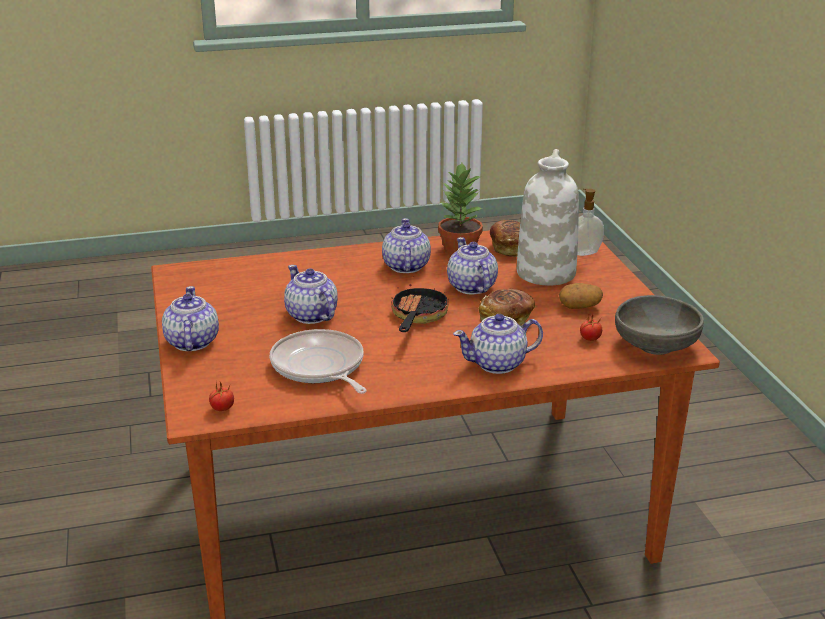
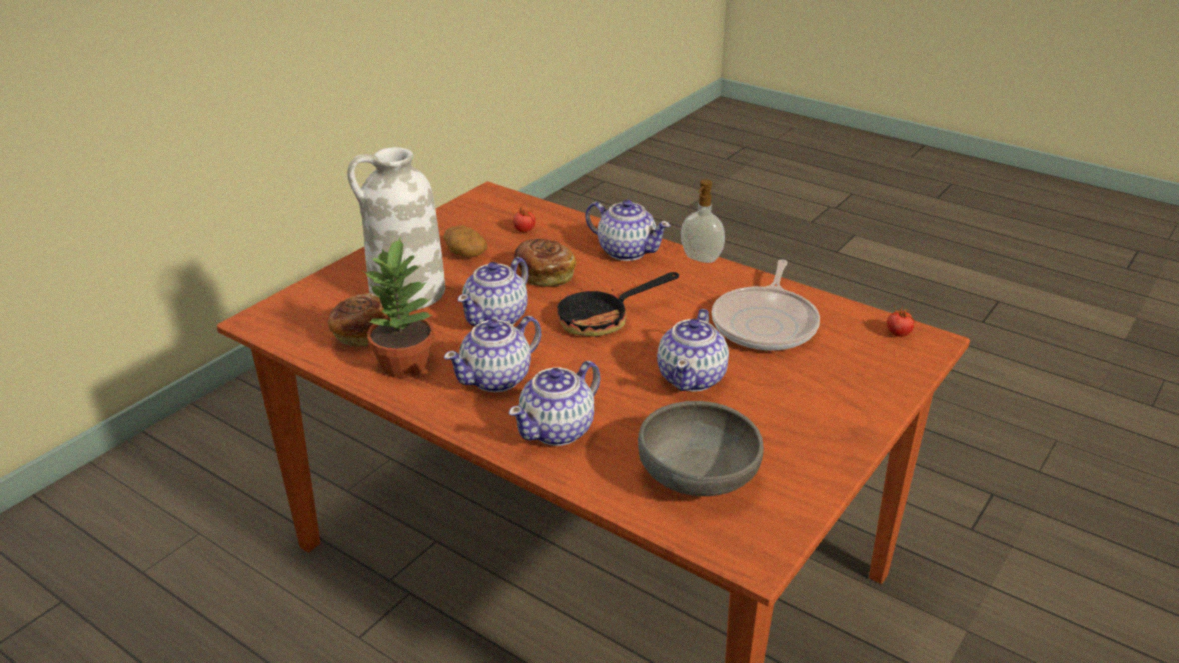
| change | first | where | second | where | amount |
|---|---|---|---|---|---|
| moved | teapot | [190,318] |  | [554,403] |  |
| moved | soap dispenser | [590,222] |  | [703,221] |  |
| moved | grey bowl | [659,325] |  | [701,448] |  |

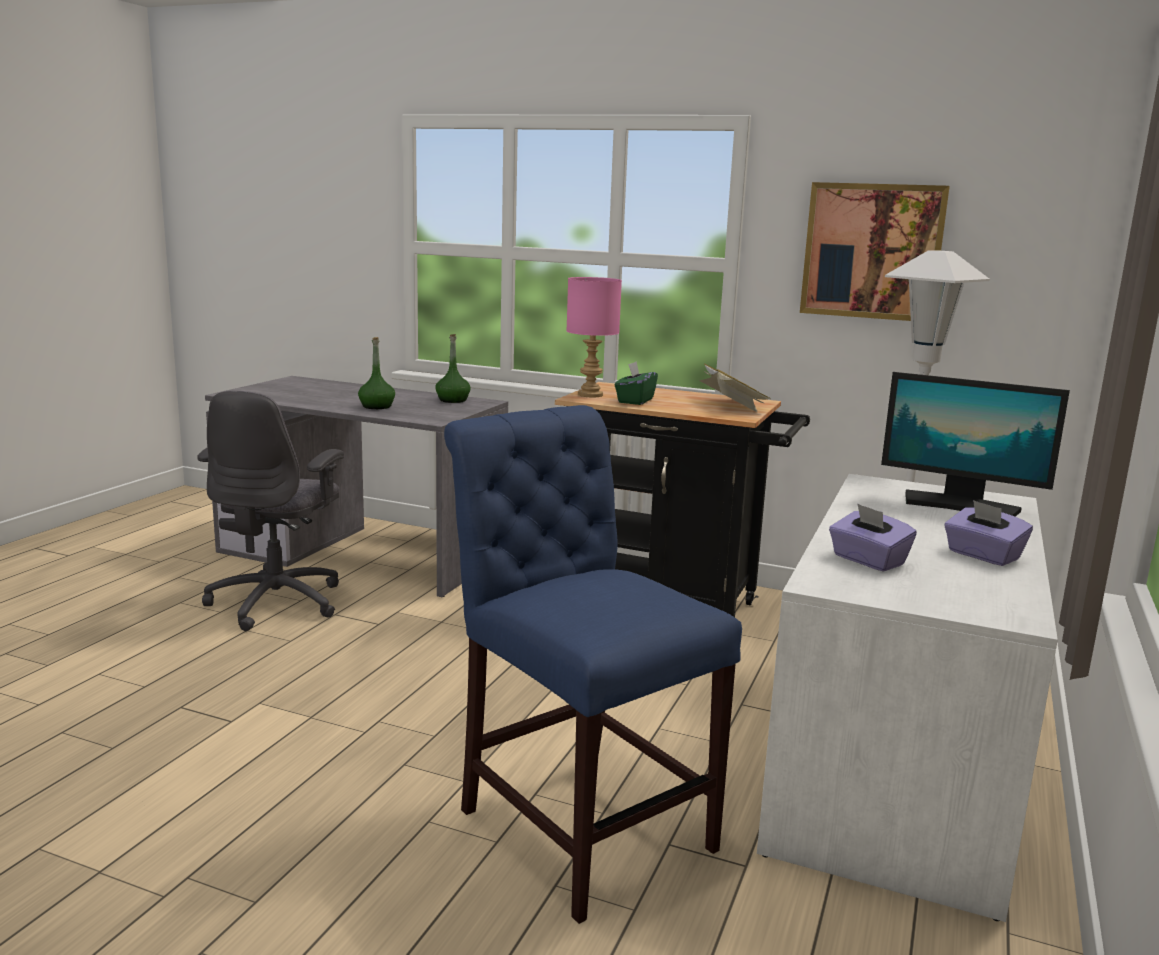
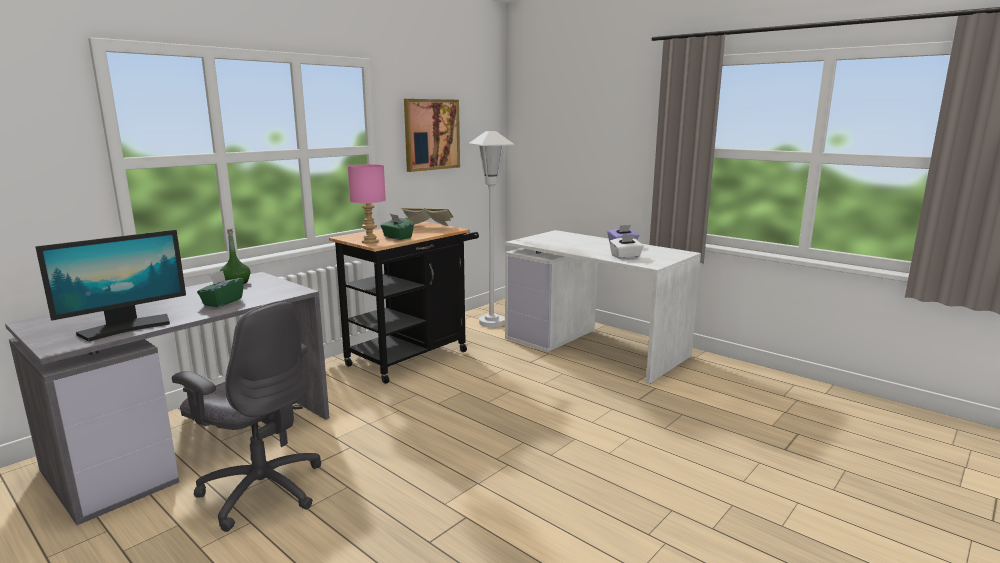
| change | first | where | second | where | amount |
|---|---|---|---|---|---|
| removed | blue chair | [593,664] |  |  |  |
| moved | monitor | [975,444] |  | [110,286] |  |
| replaced | green bottle | [376,373] | green tissue box | [220,289] |  |
| recoloured | purple tissue box | [873,537] | white tissue box | [626,246] |  |

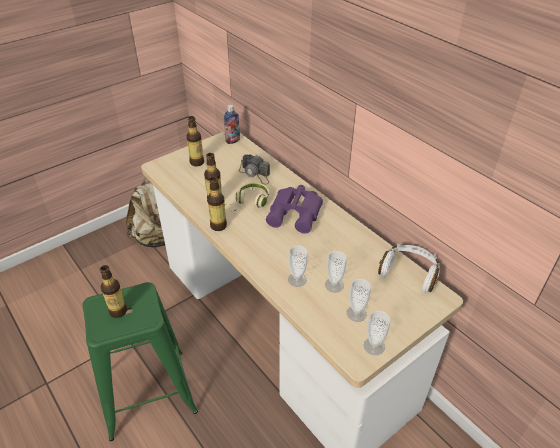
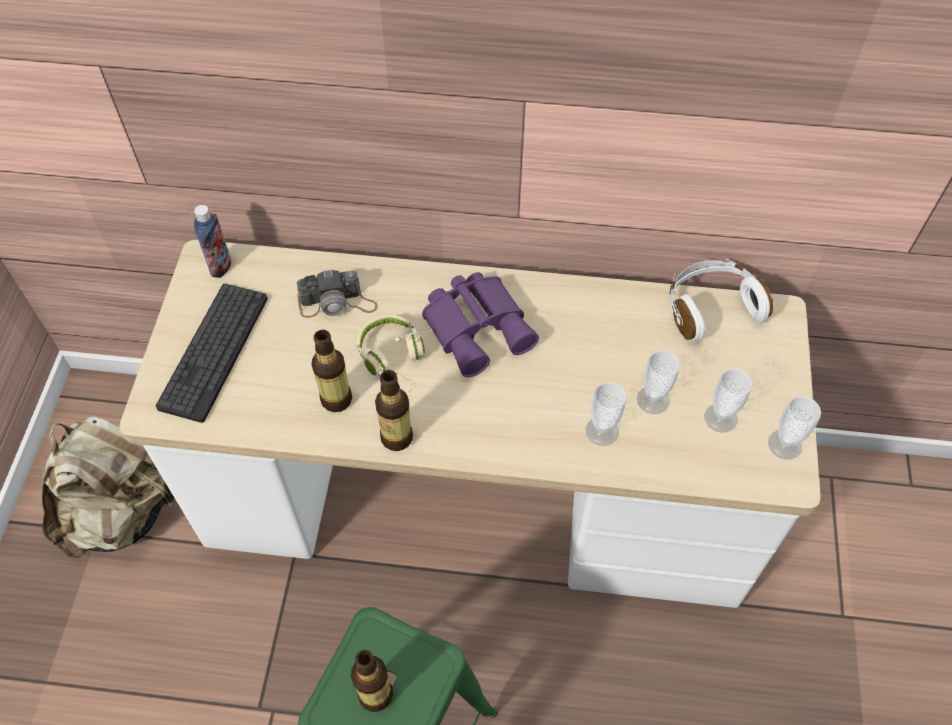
| change | first | where | second | where | amount |
|---|---|---|---|---|---|
| replaced | bottle | [195,141] | keyboard | [212,353] |  |

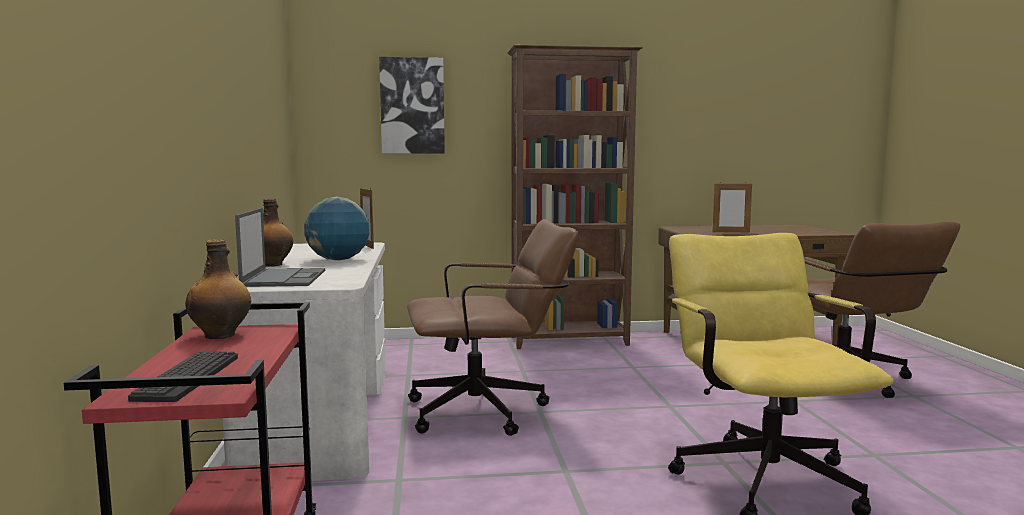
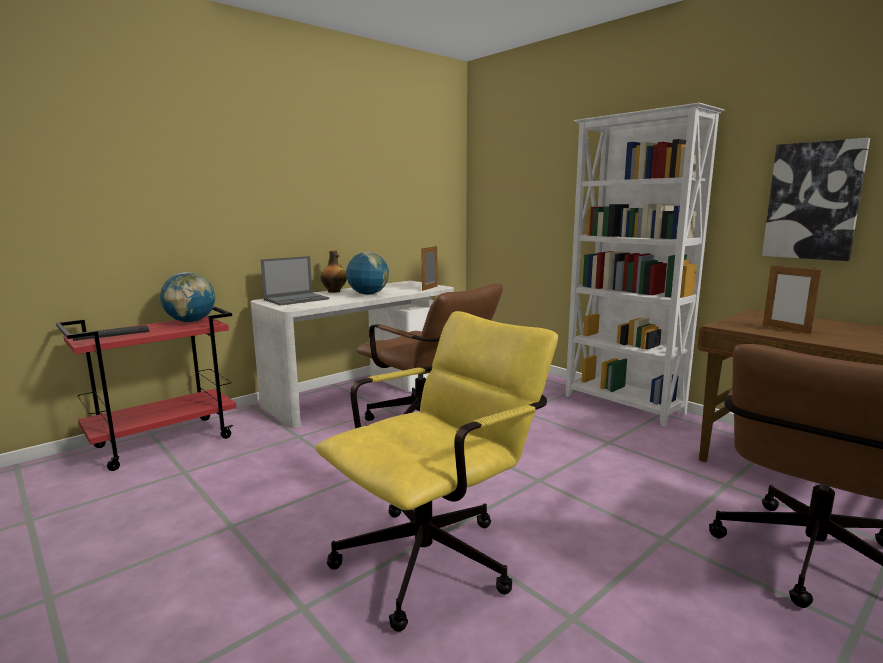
| change | first | where | second | where | amount |
|---|---|---|---|---|---|
| moved | picture | [412,105] |  | [816,199] |  |
| replaced | bottle | [218,289] | globe | [187,297] |  |
| recoloured | brown bookcase | [575,197] | white bookcase | [644,265] |  |

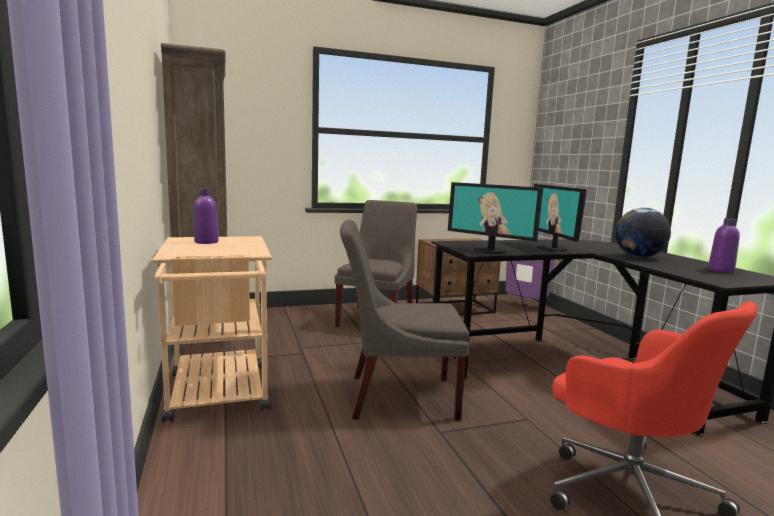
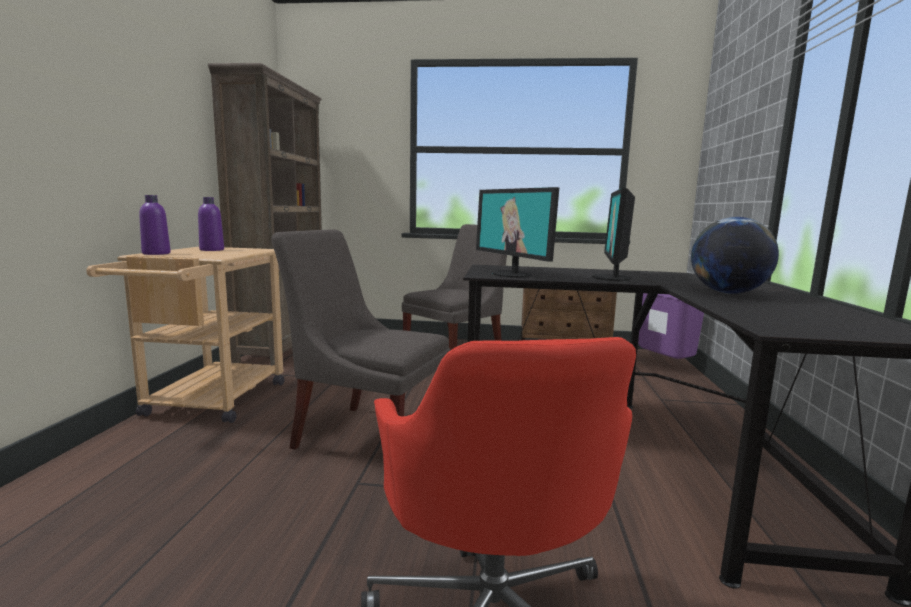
| change | first | where | second | where | amount |
|---|---|---|---|---|---|
| moved | purple bottle | [724,245] |  | [155,225] |  |

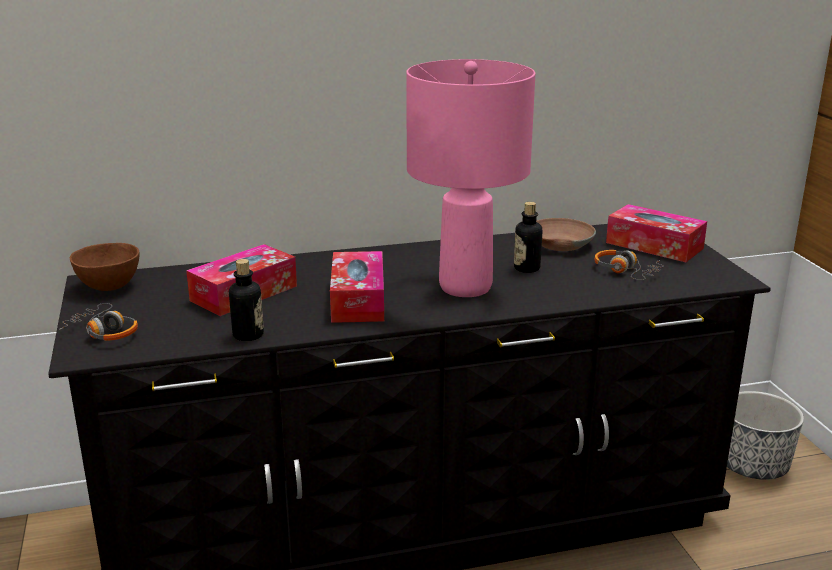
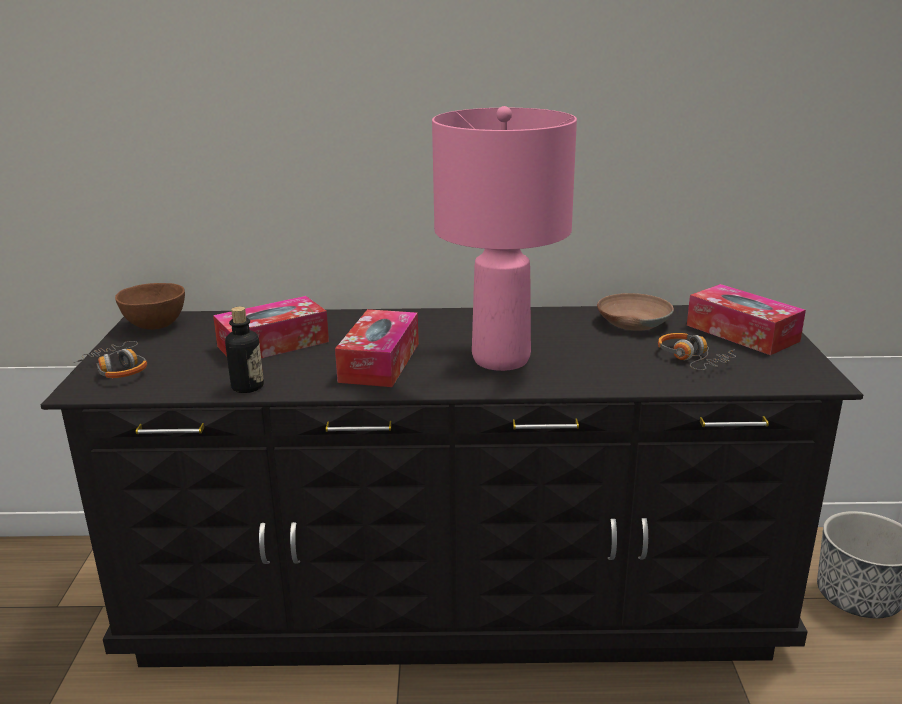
| change | first | where | second | where | amount |
|---|---|---|---|---|---|
| removed | bottle | [528,237] |  |  |  |

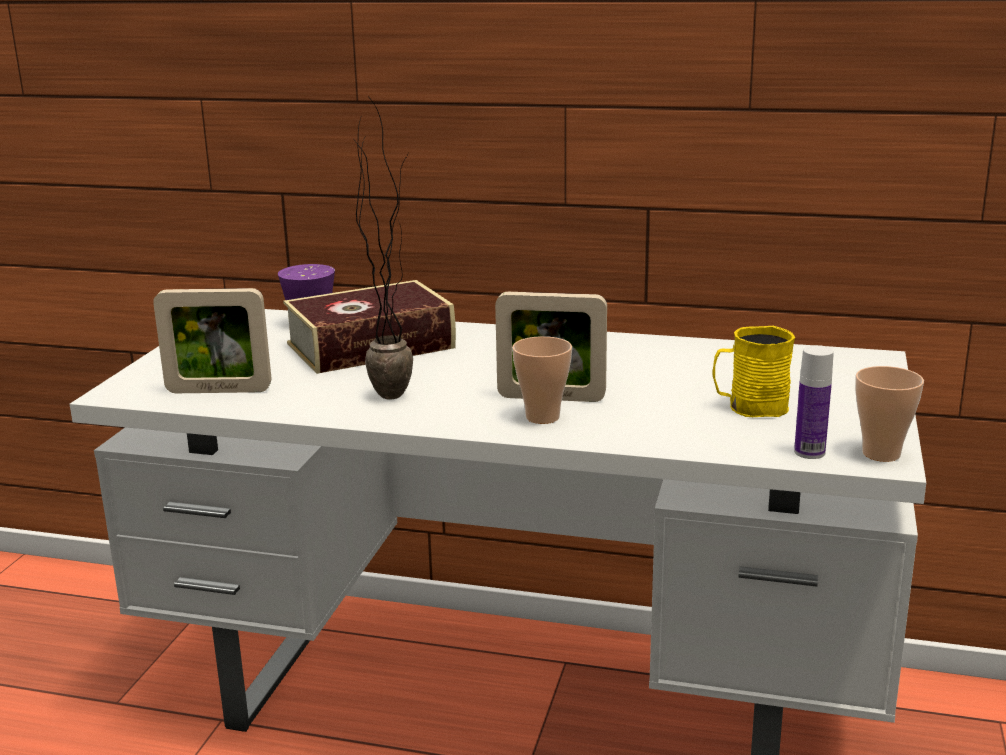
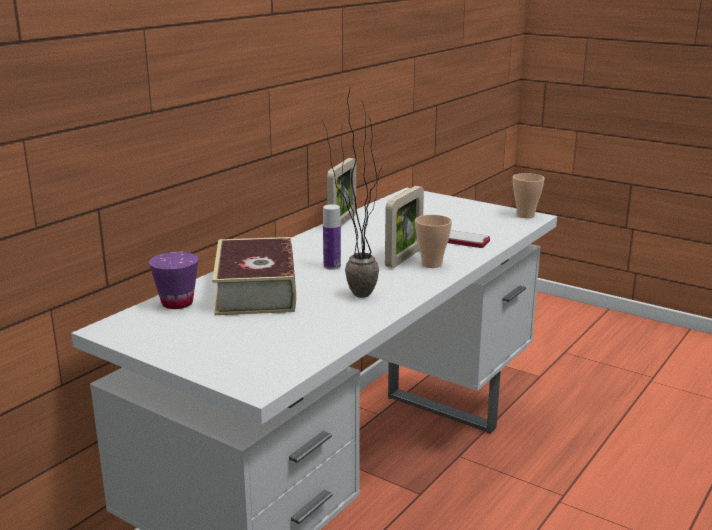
| change | first | where | second | where | amount |
|---|---|---|---|---|---|
| removed | yellow mug | [753,371] |  |  |  |
| added |  |  | phone | [469,239] |  |
| moved | picture frame | [212,340] |  | [341,192] |  |
| moved | bottle | [814,402] |  | [332,237] |  |

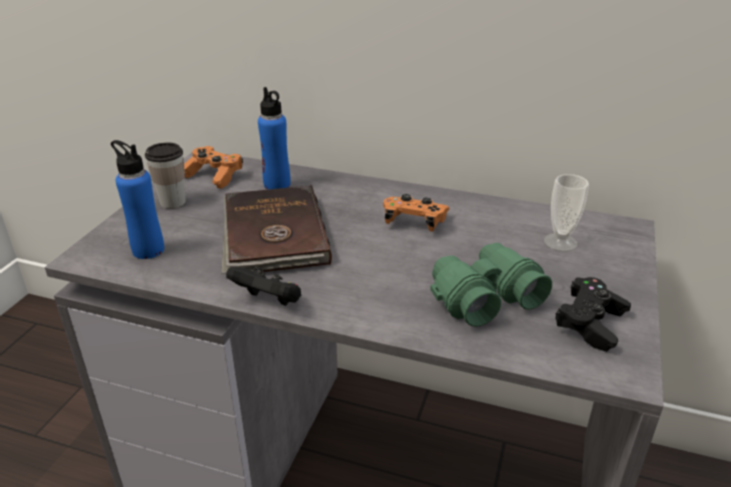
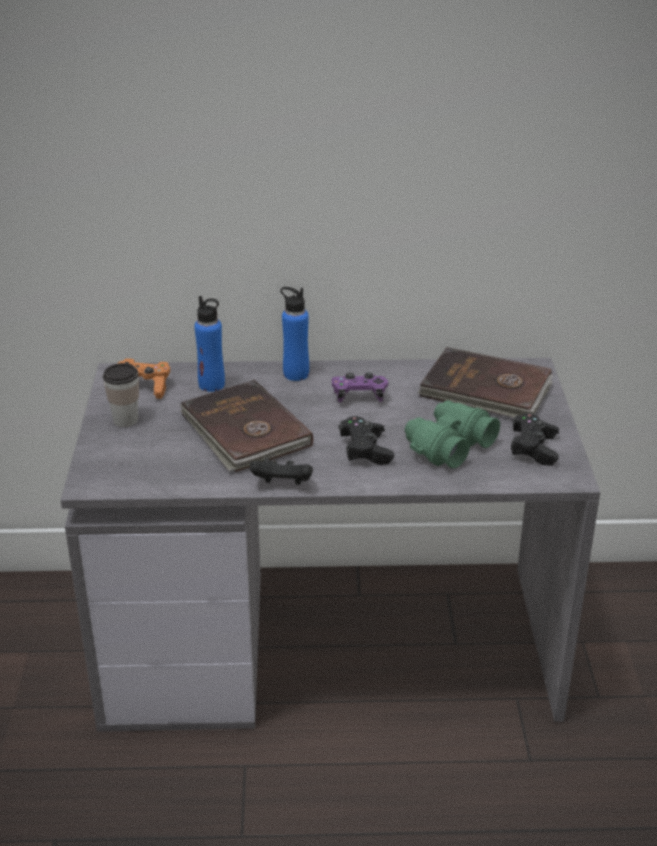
| change | first | where | second | where | amount |
|---|---|---|---|---|---|
| added |  |  | black game controller | [366,440] |  |
| moved | blue bottle | [137,199] |  | [294,334] |  |
| replaced | cup | [566,212] | brown book | [485,382] |  |
| recoloured | orange game controller | [416,213] | purple game controller | [360,387] |  |

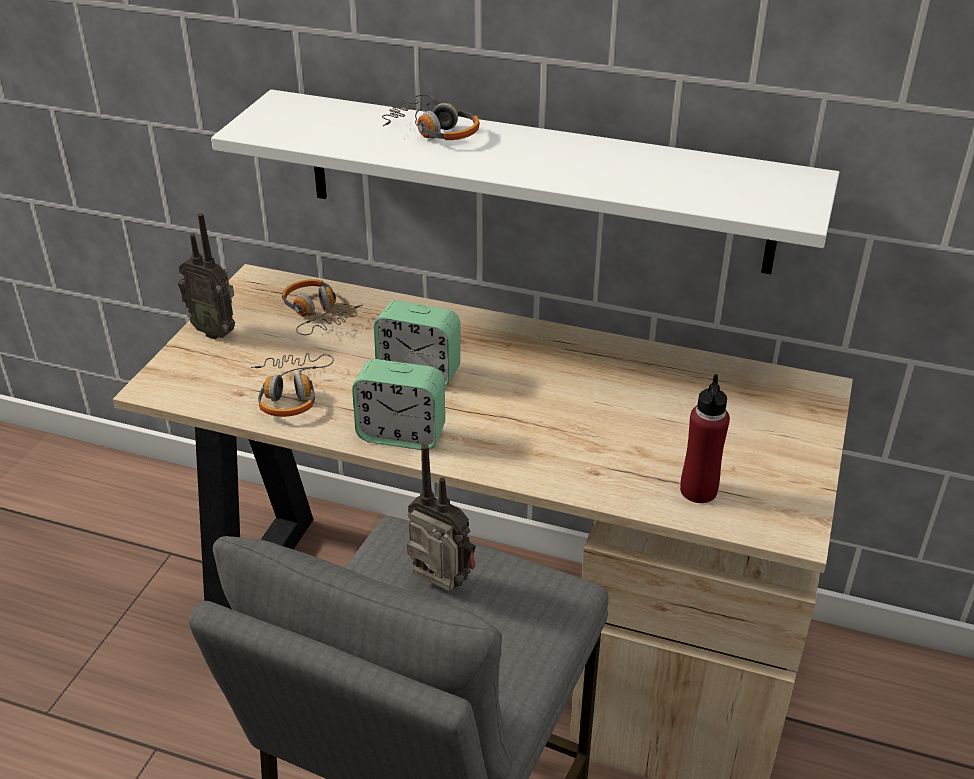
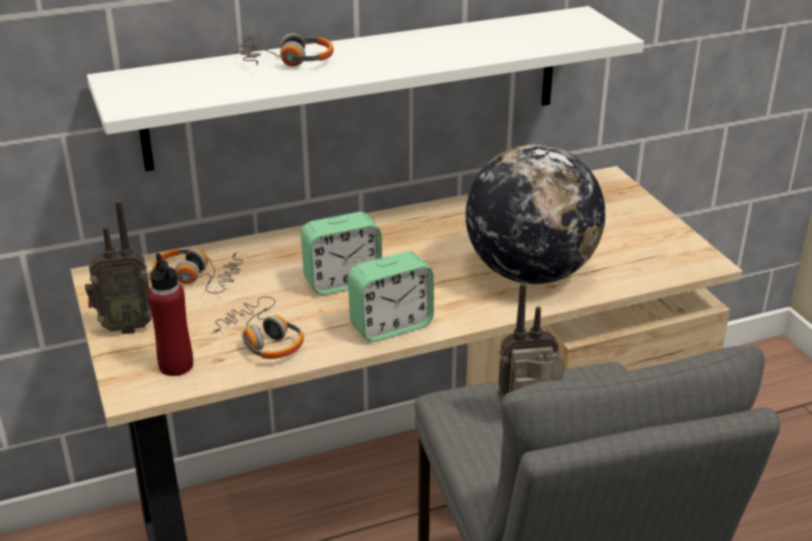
| change | first | where | second | where | amount |
|---|---|---|---|---|---|
| added |  |  | globe | [535,214] |  |
| moved | red bottle | [705,438] |  | [170,314] |  |

